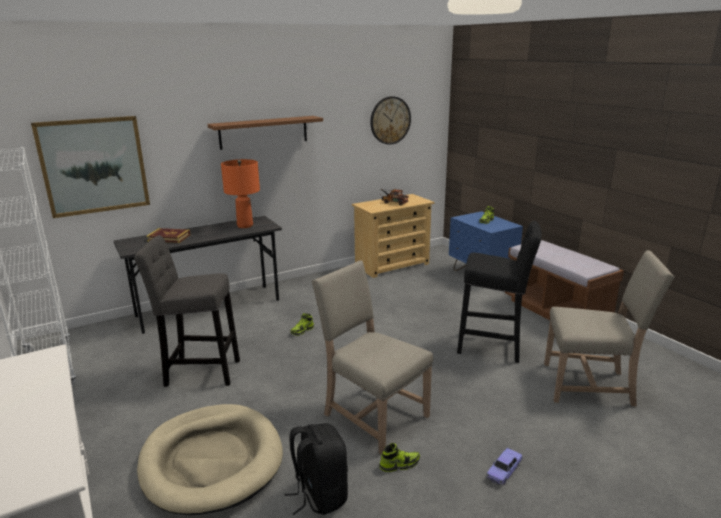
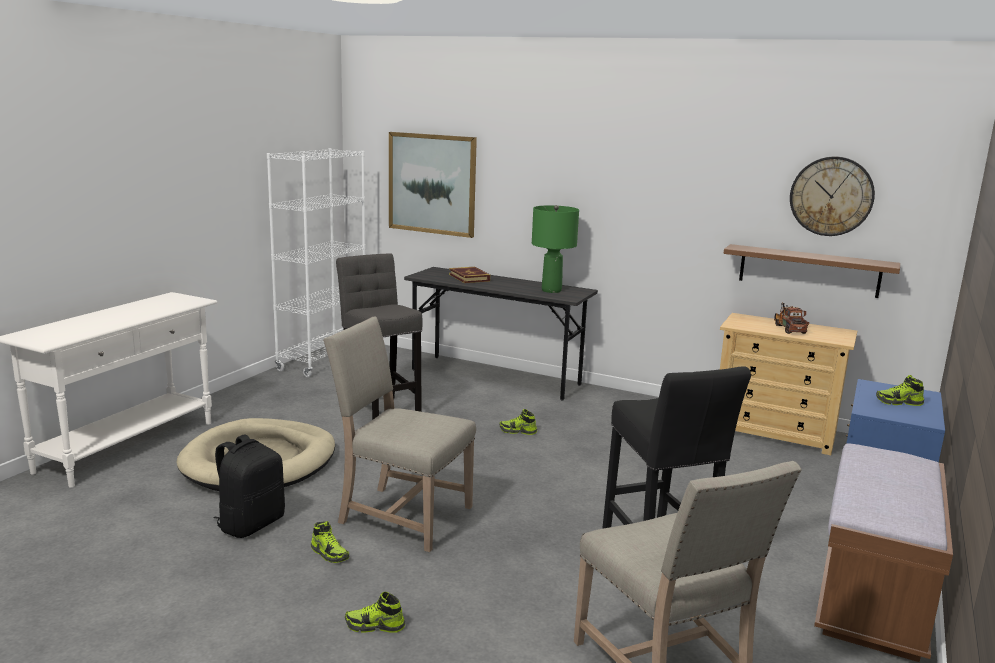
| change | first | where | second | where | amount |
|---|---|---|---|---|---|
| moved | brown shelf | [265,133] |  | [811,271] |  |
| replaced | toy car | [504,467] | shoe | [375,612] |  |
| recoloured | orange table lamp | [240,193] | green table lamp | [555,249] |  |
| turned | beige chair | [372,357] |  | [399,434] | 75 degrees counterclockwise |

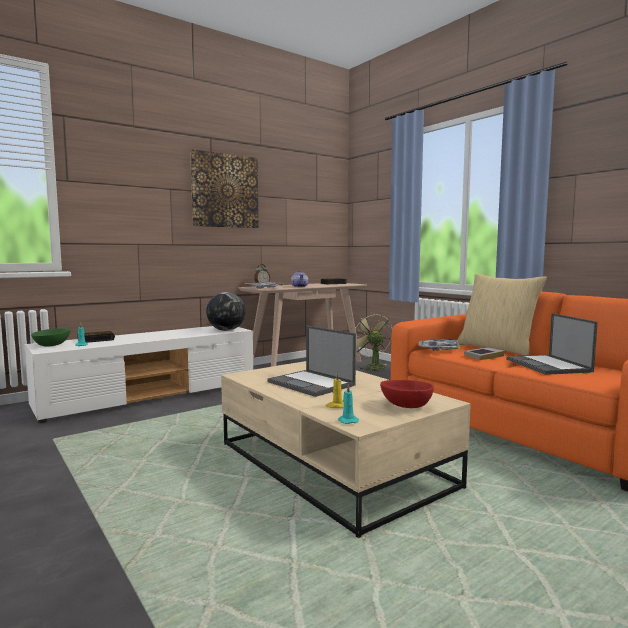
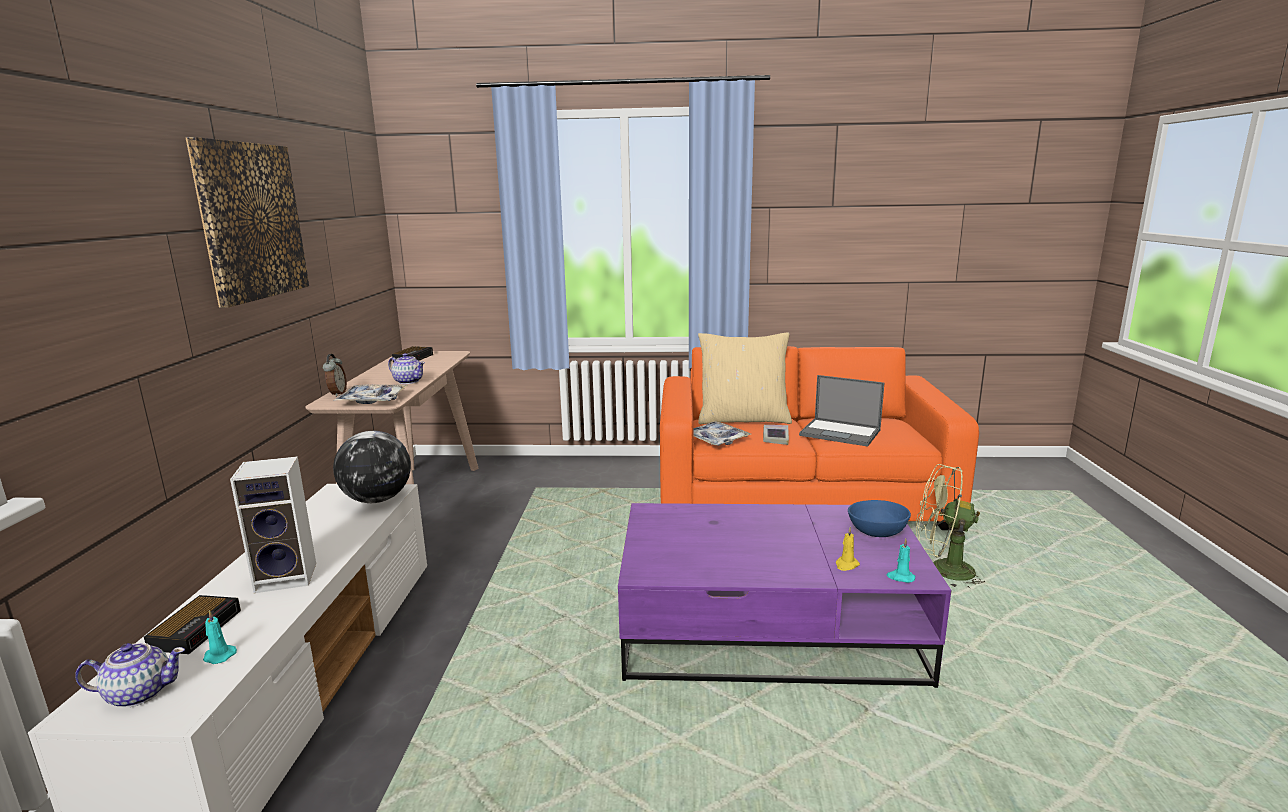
| change | first | where | second | where | amount |
|---|---|---|---|---|---|
| removed | laptop | [311,361] |  |  |  |
| added |  |  | speaker | [273,524] |  |
| moved | green fan | [372,342] |  | [950,526] |  |
| replaced | green bowl | [50,337] | teapot | [130,675] |  |
| recoloured | beige coffee table | [346,449] | purple coffee table | [784,595] |  |
| recoloured | red bowl | [407,394] | blue bowl | [879,518] |  |

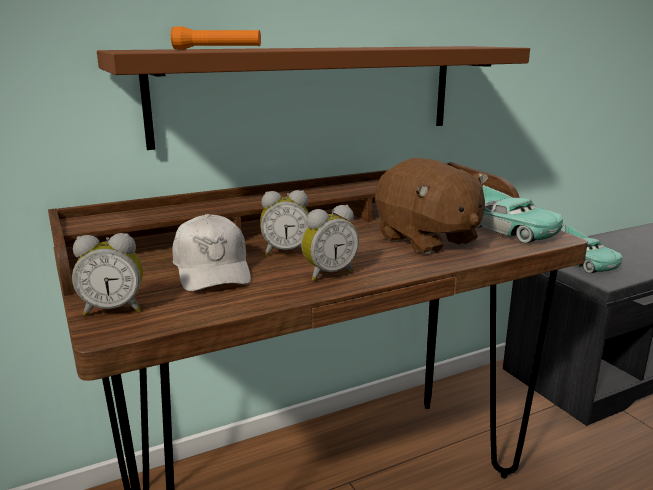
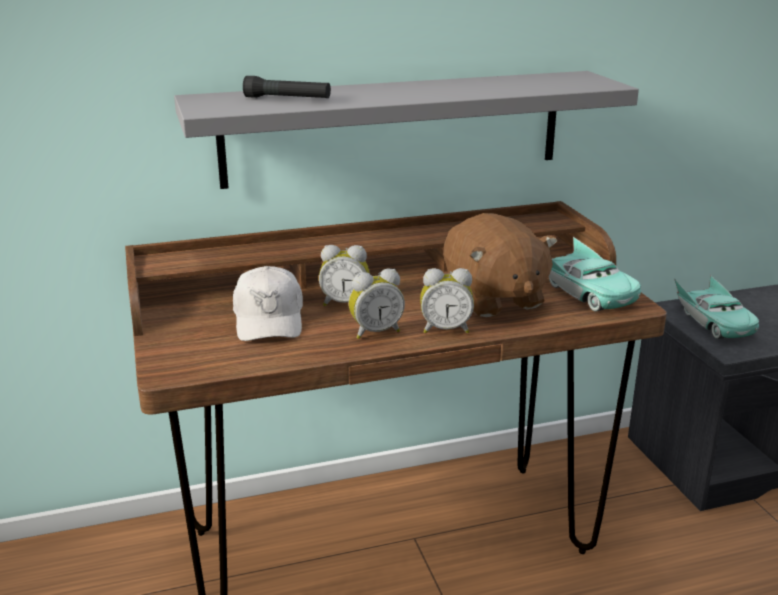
| change | first | where | second | where | amount |
|---|---|---|---|---|---|
| moved | alarm clock | [107,274] |  | [447,300] |  |
| recoloured | brown shelf | [313,98] | grey shelf | [406,130] |  |
| recoloured | orange flashlight | [216,38] | black flashlight | [287,87] |  |

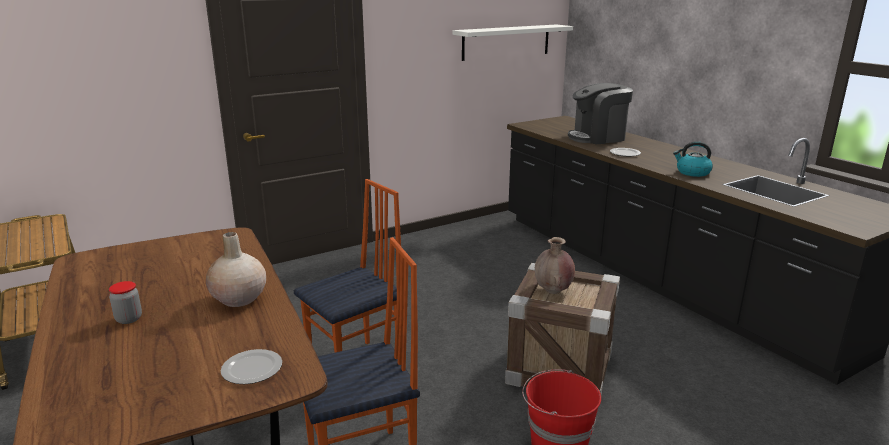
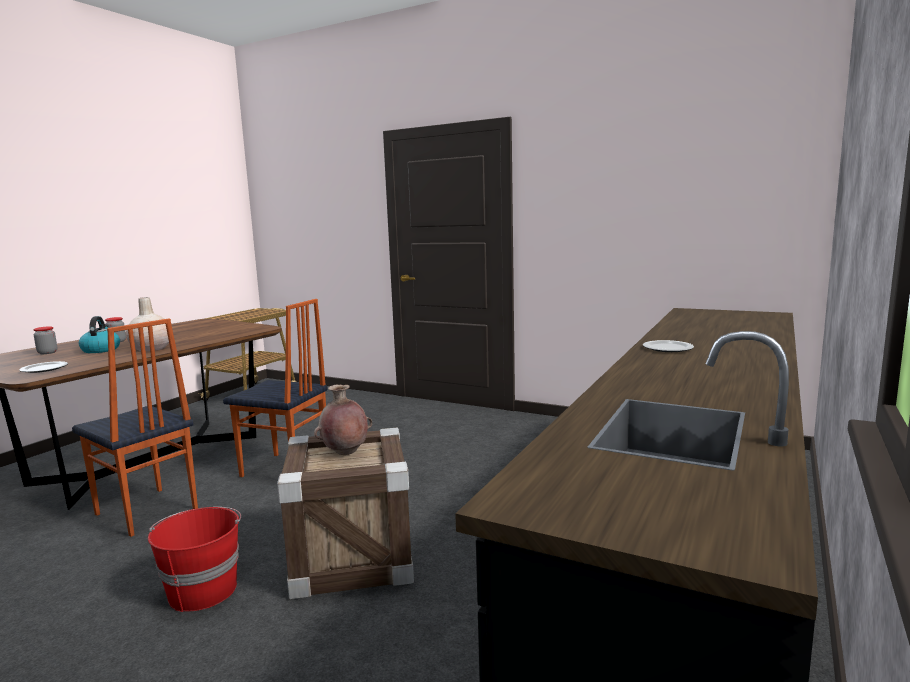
| change | first | where | second | where | amount |
|---|---|---|---|---|---|
| removed | white shelf | [513,42] |  |  |  |
| removed | coffee machine | [600,113] |  |  |  |
| added |  |  | jar | [45,340] |  |
| moved | kettle | [693,159] |  | [99,334] |  |

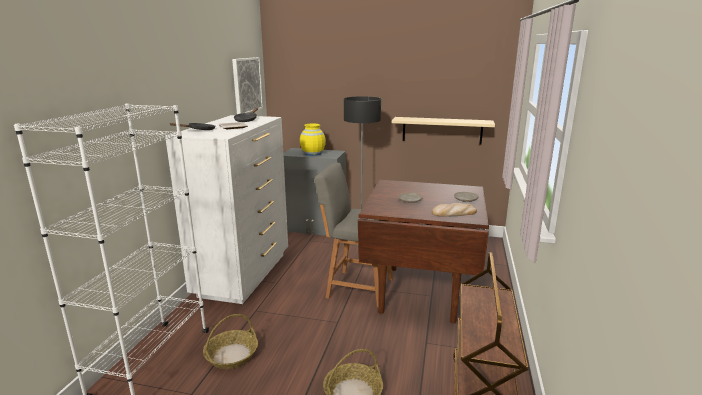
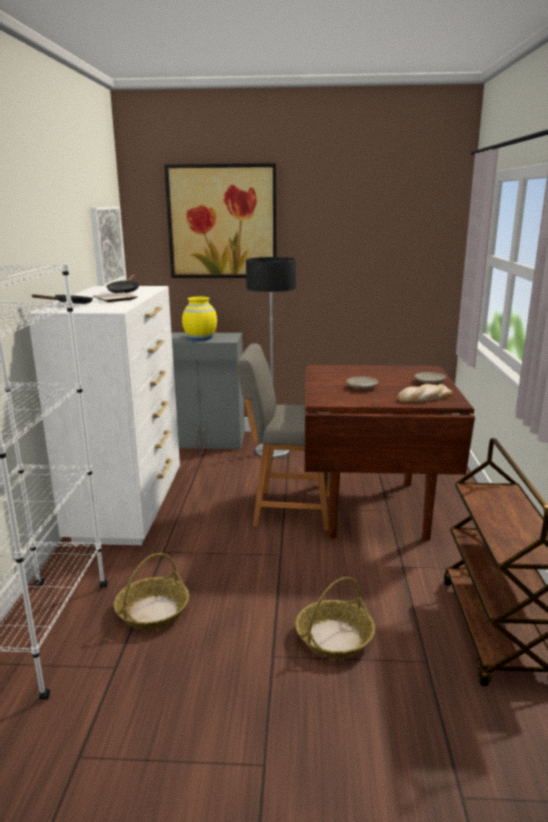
| change | first | where | second | where | amount |
|---|---|---|---|---|---|
| removed | beige shelf | [443,130] |  |  |  |
| added |  |  | picture | [220,220] |  |

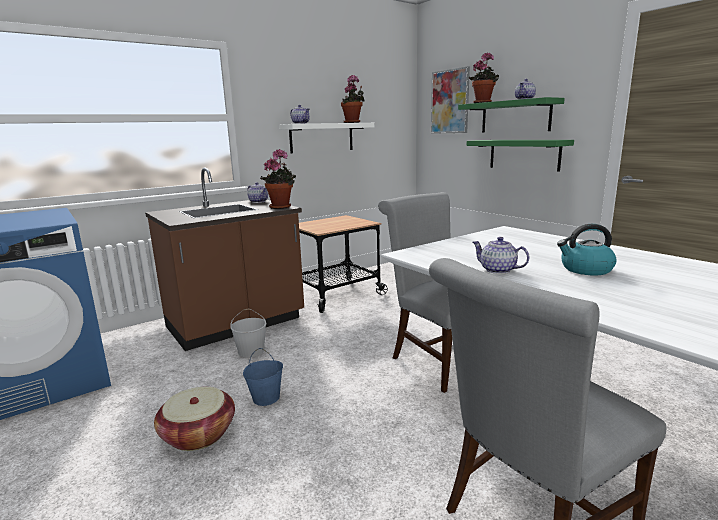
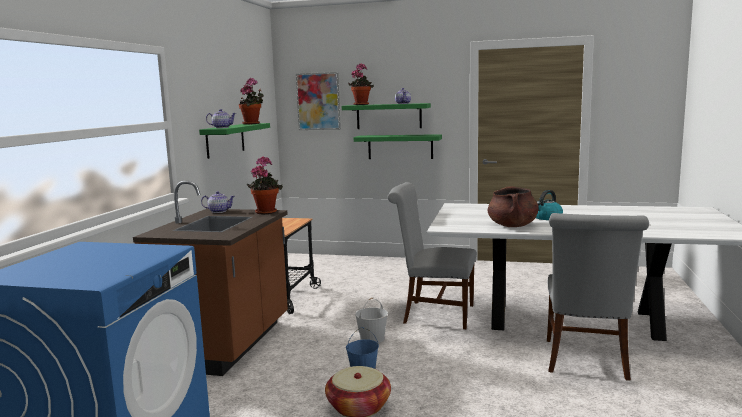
| change | first | where | second | where | amount |
|---|---|---|---|---|---|
| moved | white bucket | [248,333] |  | [371,320] |  |
| replaced | teapot | [500,255] | brown cooking pot | [513,206] |  |
| recoloured | white shelf | [326,138] | green shelf | [234,141] |  |

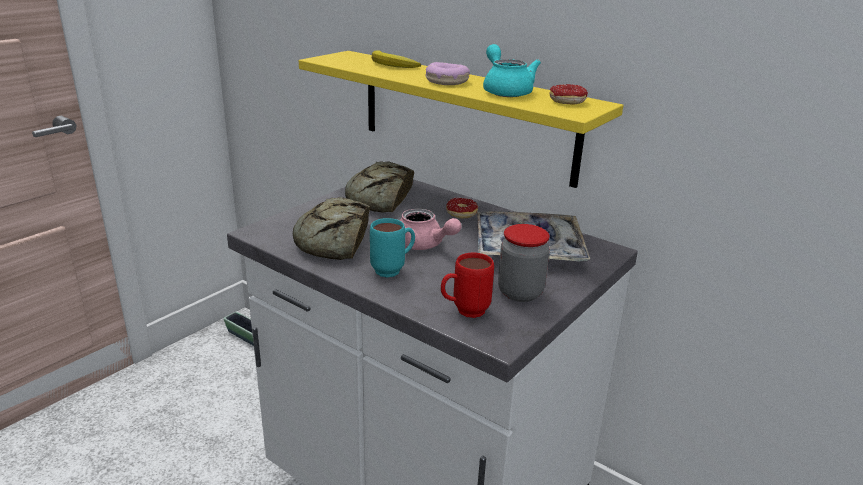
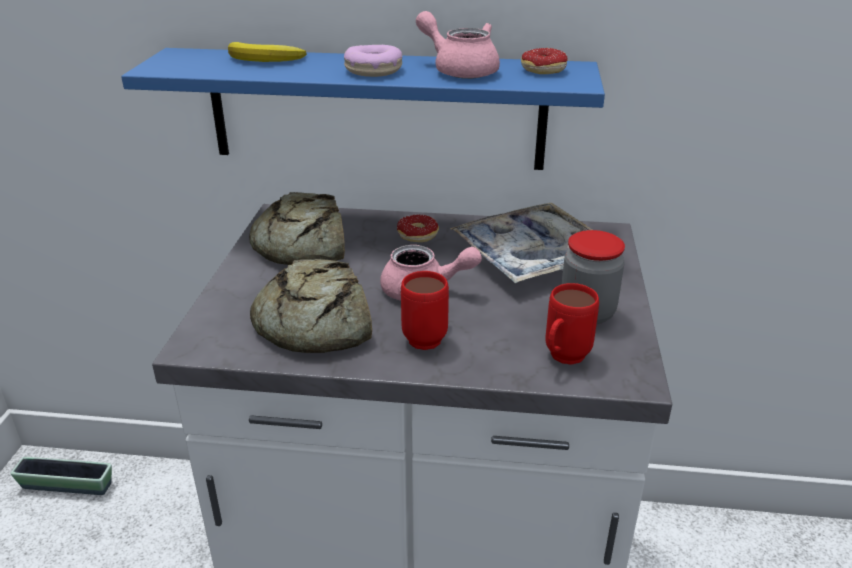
| change | first | where | second | where | amount |
|---|---|---|---|---|---|
| recoloured | yellow shelf | [461,119] | blue shelf | [363,109] |  |
| recoloured | turquoise mug | [392,247] | red mug | [425,310] |  |
| recoloured | turquoise teapot | [512,70] | pink teapot | [458,45] |  |

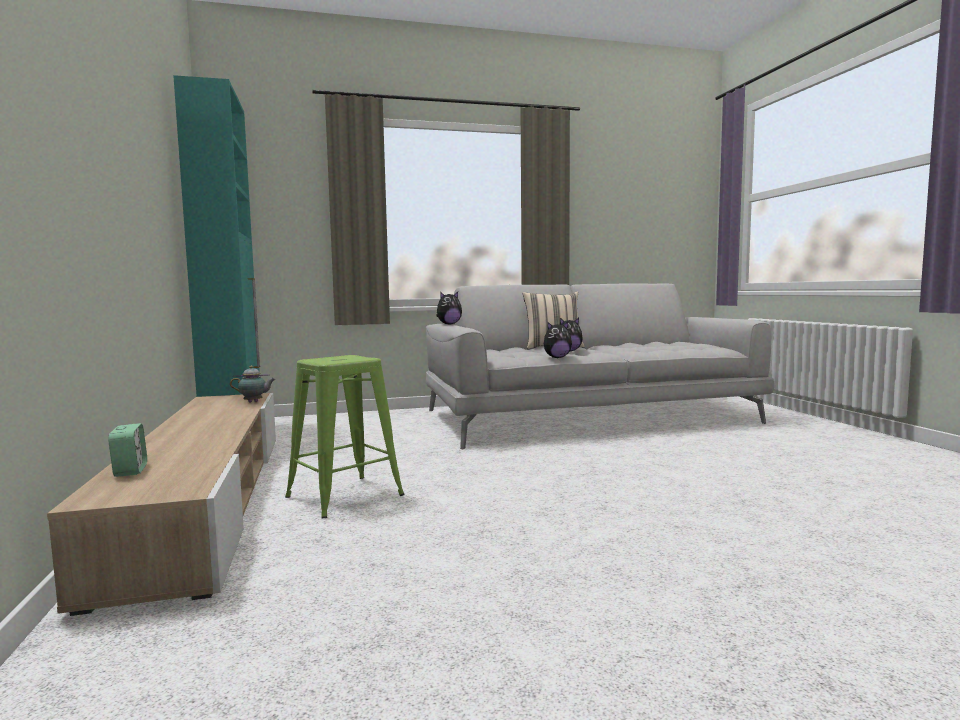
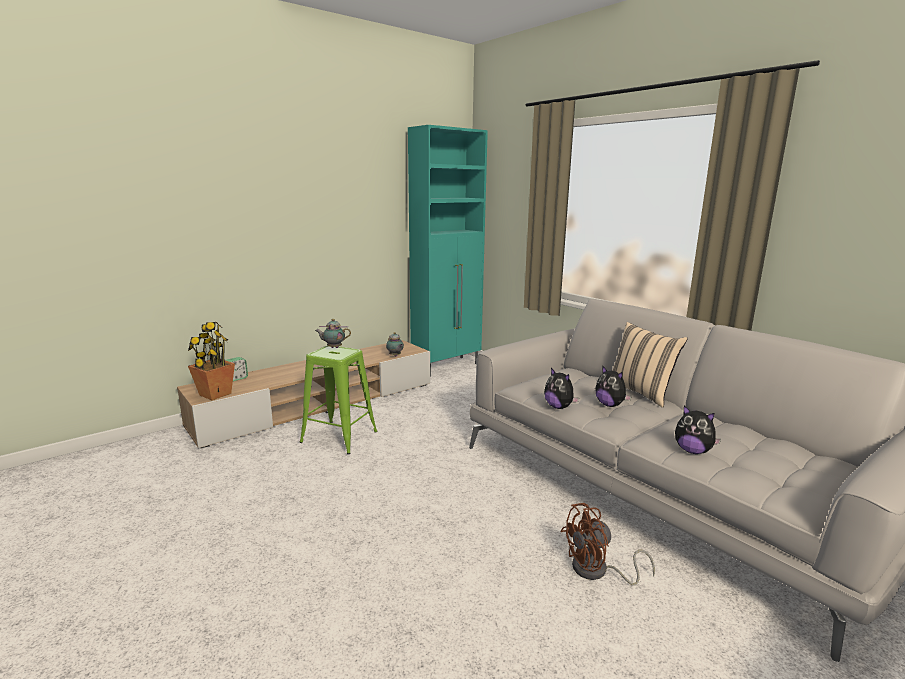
| change | first | where | second | where | amount |
|---|---|---|---|---|---|
| added |  |  | potted plant | [211,361] |  |
| added |  |  | teapot | [333,333] |  |
| added |  |  | brown fan | [607,544] |  |
| moved | plush toy | [449,308] |  | [698,429] |  |

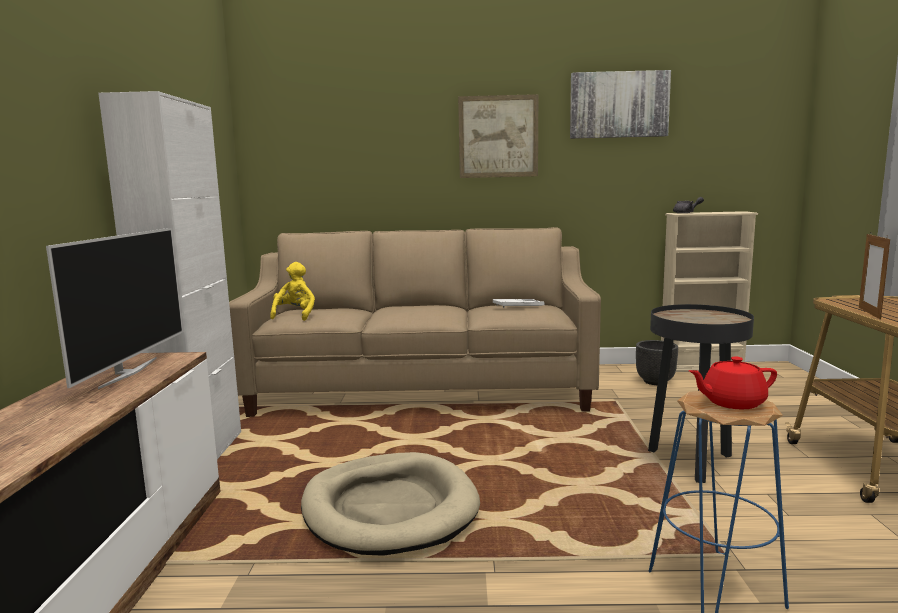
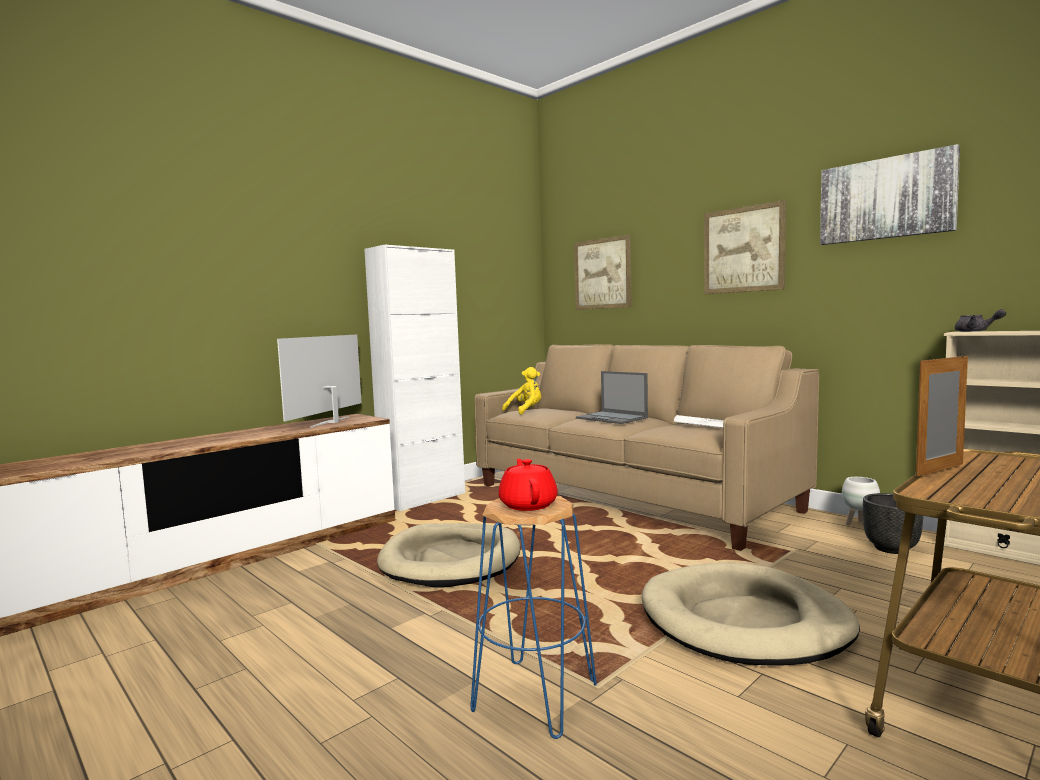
| change | first | where | second | where | amount |
|---|---|---|---|---|---|
| added |  |  | picture | [603,272] |  |
| added |  |  | laptop | [612,397] |  |
| added |  |  | white planter | [861,501] |  |
| replaced | black side table | [701,393] | beige dog bed | [750,614] |  |
| turned | television | [114,308] |  | [319,381] | 150 degrees clockwise |
| turned | red teapot | [733,382] |  | [528,485] | 45 degrees clockwise |

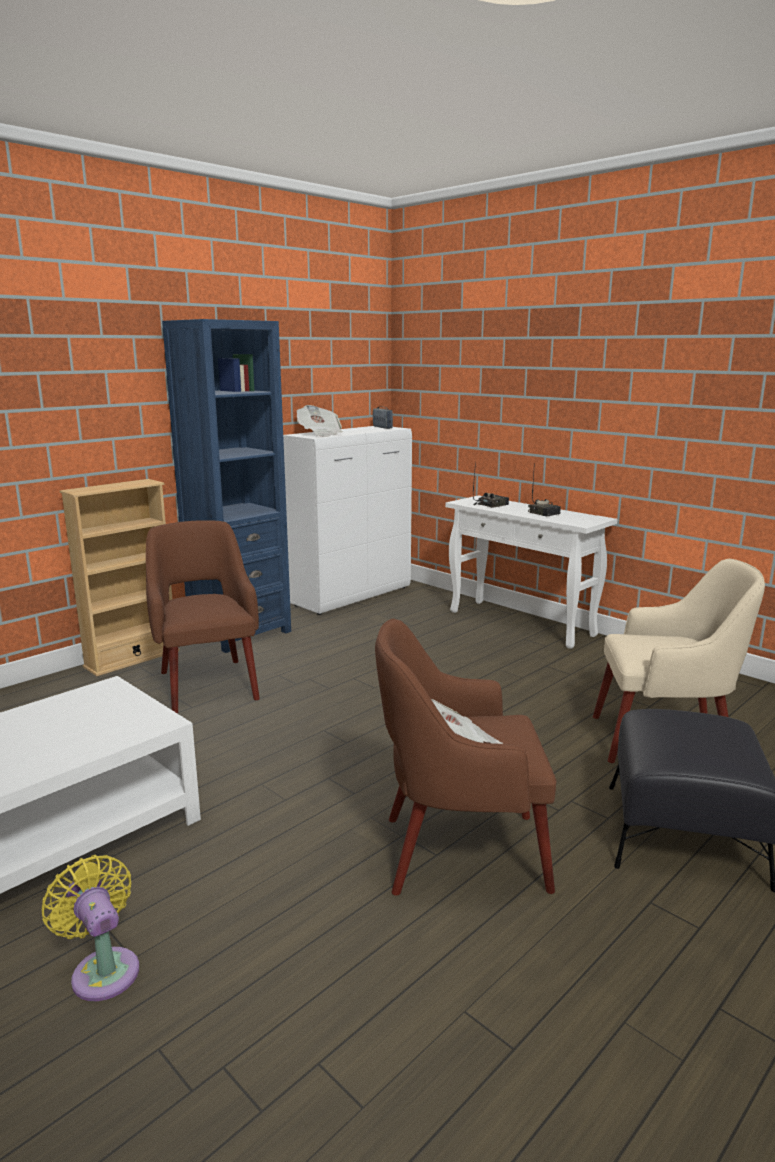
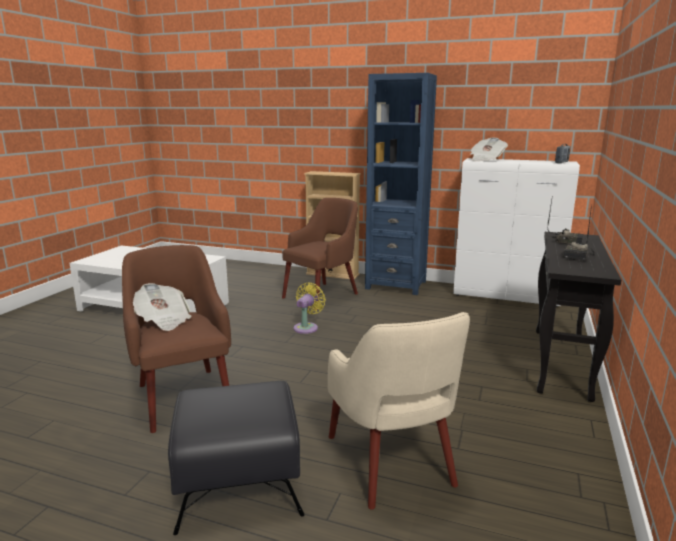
| change | first | where | second | where | amount |
|---|---|---|---|---|---|
| moved | yellow fan | [90,928] |  | [310,308] |  |
| recoloured | white console table | [531,572] | black console table | [578,317] |  |

